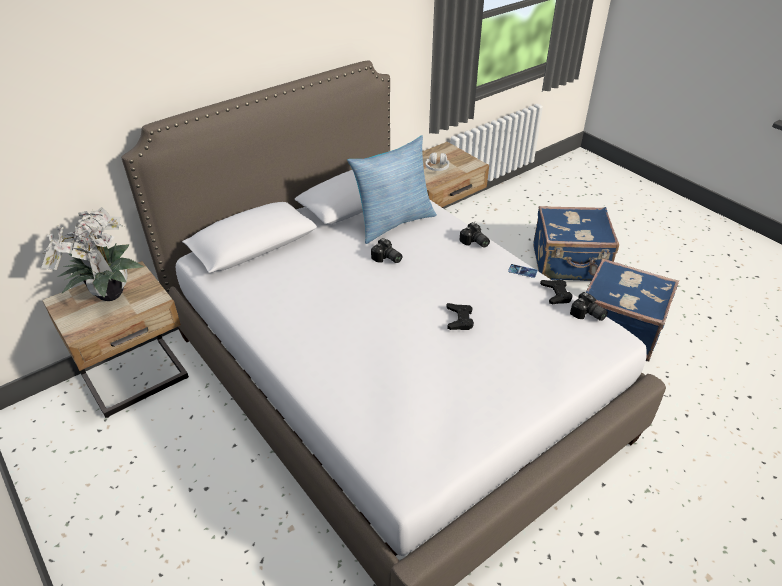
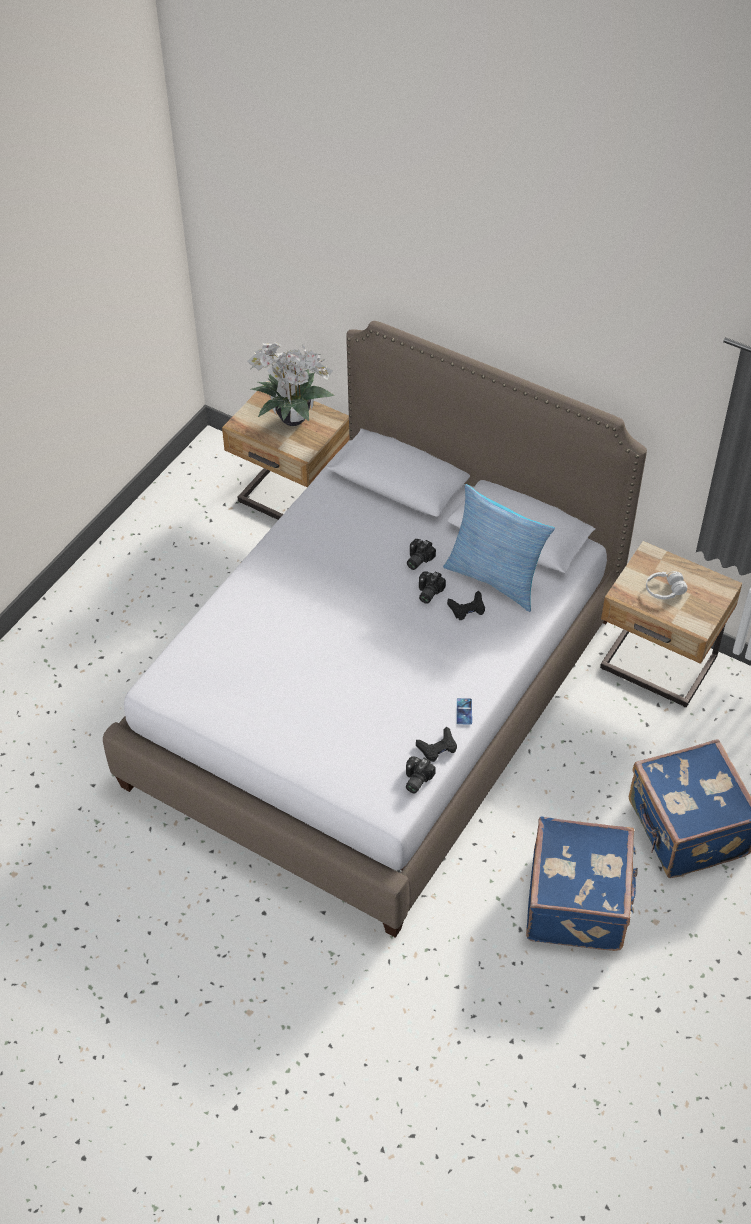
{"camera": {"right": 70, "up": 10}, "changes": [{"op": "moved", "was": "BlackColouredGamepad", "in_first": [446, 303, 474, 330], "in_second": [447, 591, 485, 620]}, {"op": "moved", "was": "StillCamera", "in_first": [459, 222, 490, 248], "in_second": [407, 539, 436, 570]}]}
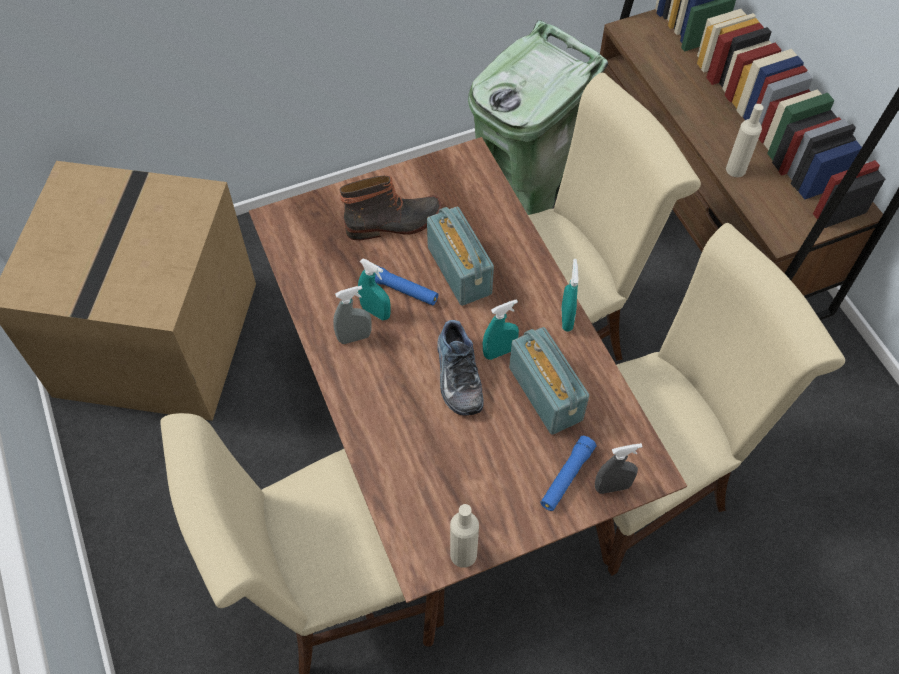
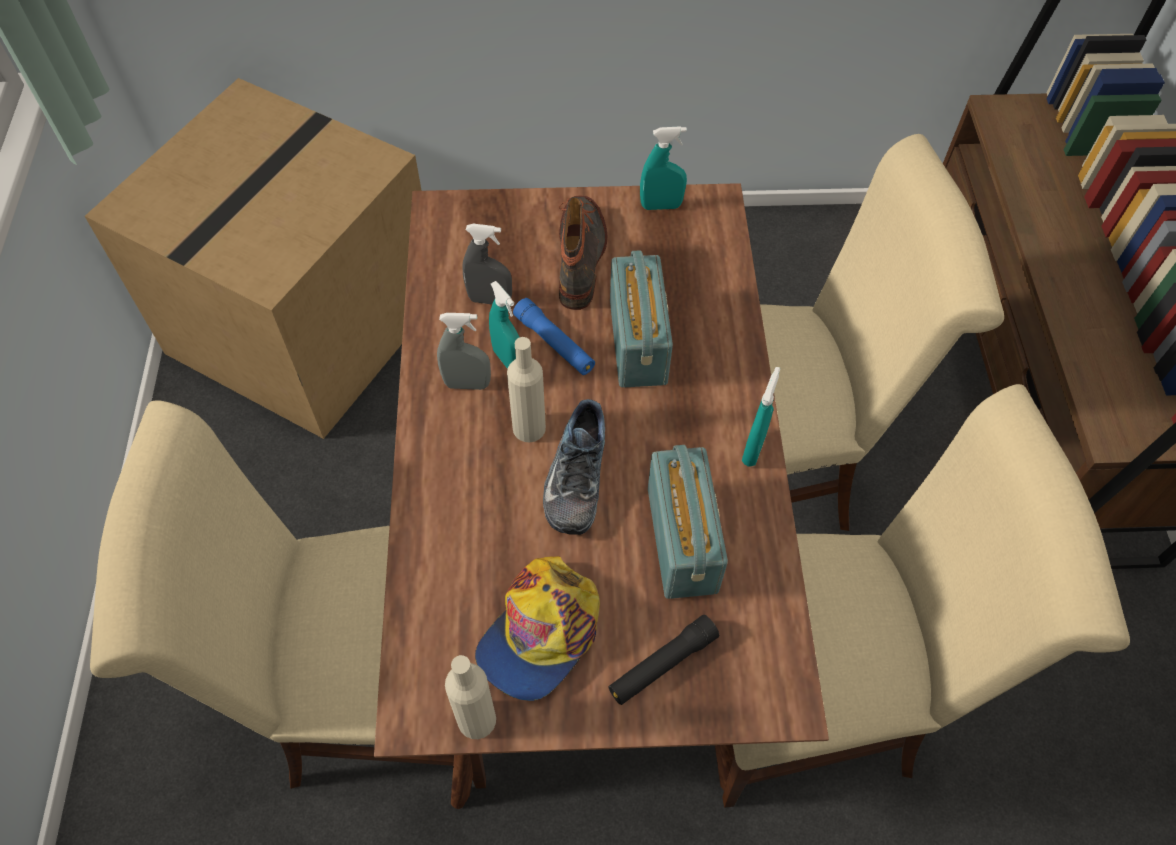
{"camera": {"right": 20, "up": 0}, "changes": [{"op": "turned", "was": "TallBoot", "in_first": [339, 175, 441, 240], "in_second": [559, 195, 608, 310], "clockwise": -90}, {"op": "removed", "was": "GreenTrashCan", "in_first": [468, 20, 608, 215]}, {"op": "moved", "was": "TurquoiseSprayer", "in_first": [483, 299, 519, 360], "in_second": [640, 126, 687, 210]}, {"op": "recoloured", "was": "BlueHandTorch", "now": "BlackColouredHandTorch", "in_first": [540, 436, 596, 511], "in_second": [609, 615, 719, 705]}, {"op": "moved", "was": "GraySprayer", "in_first": [595, 443, 642, 494], "in_second": [462, 224, 512, 305]}, {"op": "moved", "was": "SandColouredDrinkBottle", "in_first": [726, 104, 763, 177], "in_second": [507, 337, 546, 442]}, {"op": "added", "now": "PeakedCap", "in_second": [475, 556, 600, 701]}]}
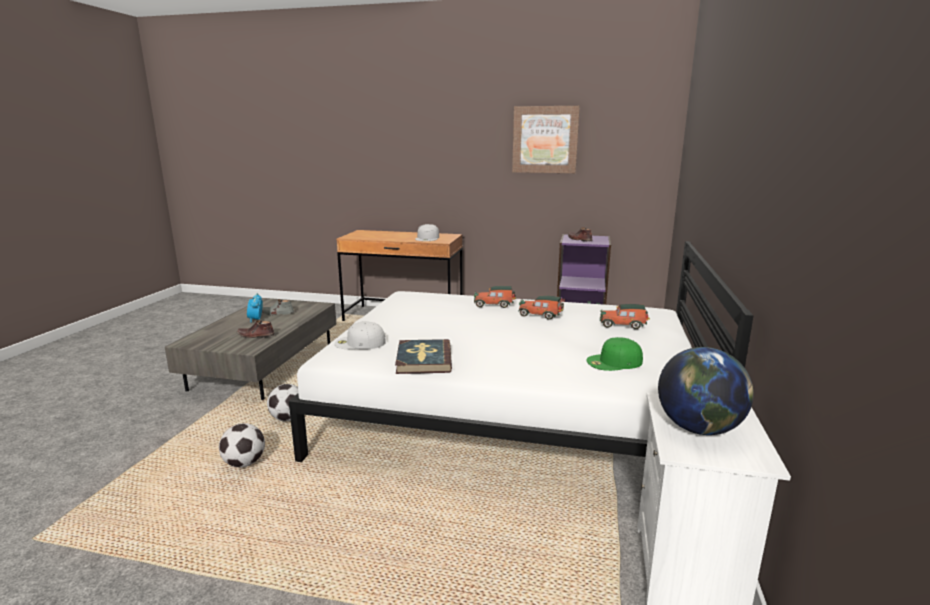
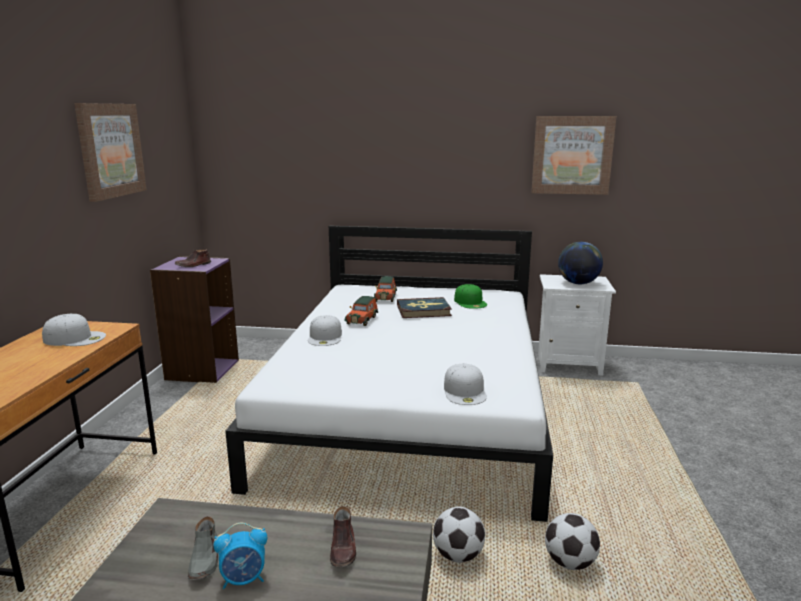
{"camera": {"right": -95, "up": 0}, "changes": [{"op": "moved", "was": "Book", "in_first": [395, 339, 452, 374], "in_second": [397, 297, 452, 318]}, {"op": "replaced", "was": "ToyCar", "now": "WhitishPeakedCap", "in_first": [474, 286, 516, 308], "in_second": [308, 315, 342, 346]}, {"op": "added", "now": "Picture", "in_second": [531, 116, 616, 195]}]}
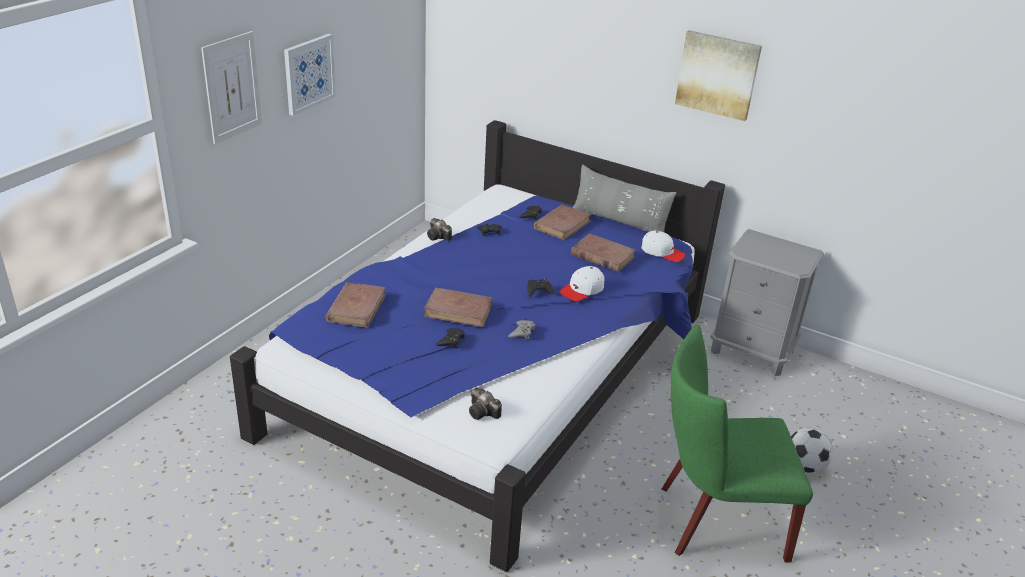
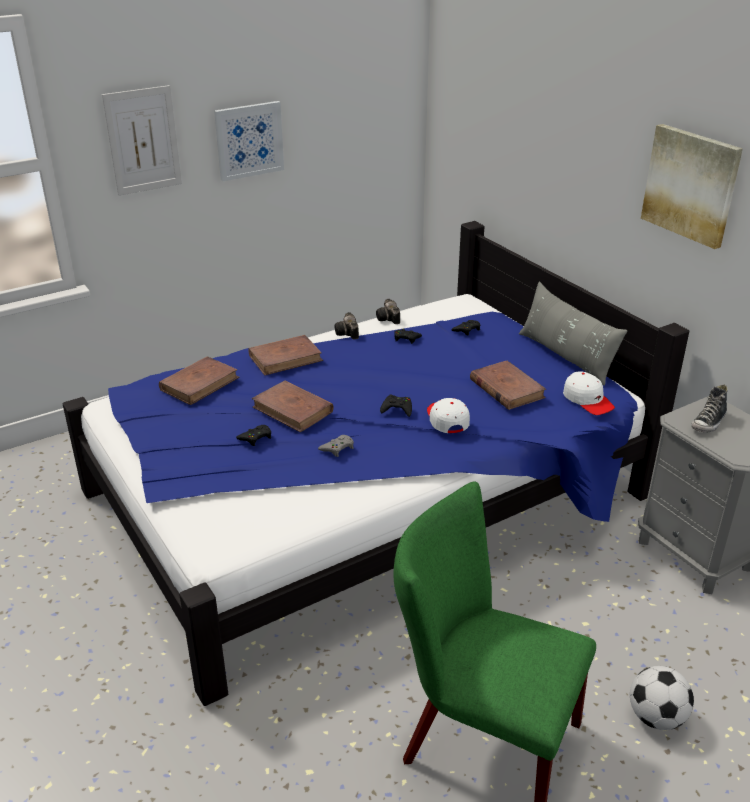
{"camera": {"right": 30, "up": 0}, "changes": [{"op": "moved", "was": "StillCamera", "in_first": [469, 387, 502, 420], "in_second": [376, 299, 400, 324]}, {"op": "moved", "was": "BrownishBook", "in_first": [534, 204, 592, 240], "in_second": [249, 335, 323, 375]}, {"op": "turned", "was": "WhitishPeakedCap", "in_first": [560, 266, 604, 302], "in_second": [427, 398, 470, 433], "clockwise": 90}, {"op": "added", "now": "Shoe", "in_second": [691, 385, 727, 432]}]}
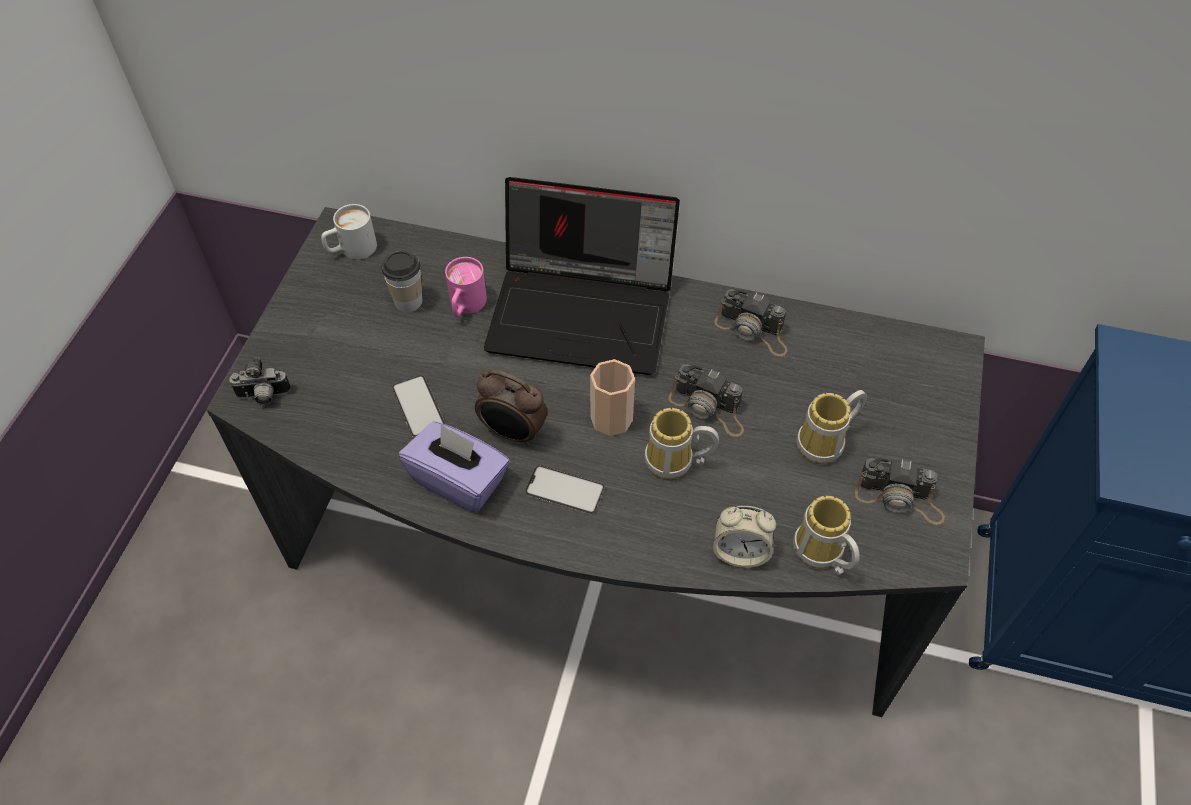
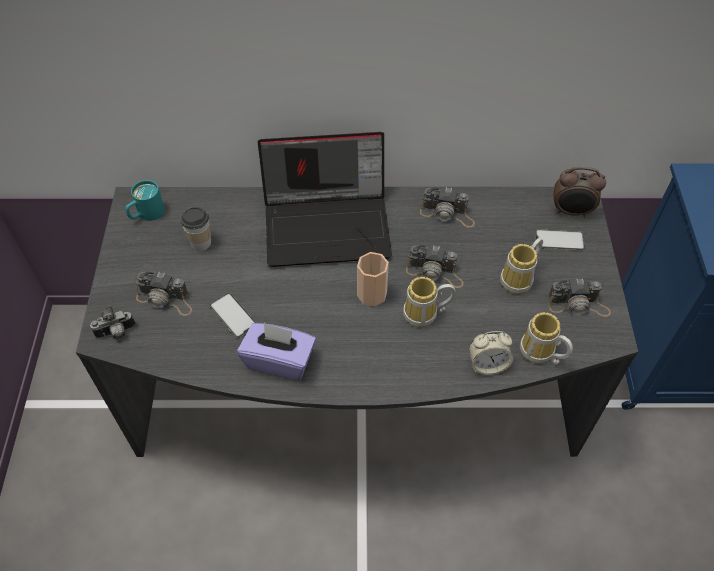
{"camera": {"right": -15, "up": 0}, "changes": [{"op": "recoloured", "was": "WhitishCoffeeMug", "now": "TurquoiseCoffeeMug", "in_first": [321, 204, 377, 259], "in_second": [125, 180, 165, 221]}, {"op": "removed", "was": "PinkCoffeeMug", "in_first": [445, 257, 487, 317]}, {"op": "moved", "was": "BedsideClock", "in_first": [475, 370, 547, 446], "in_second": [553, 166, 606, 218]}, {"op": "moved", "was": "Phone", "in_first": [525, 465, 605, 515], "in_second": [535, 229, 585, 251]}, {"op": "added", "now": "StillCamera", "in_second": [136, 271, 192, 316]}]}
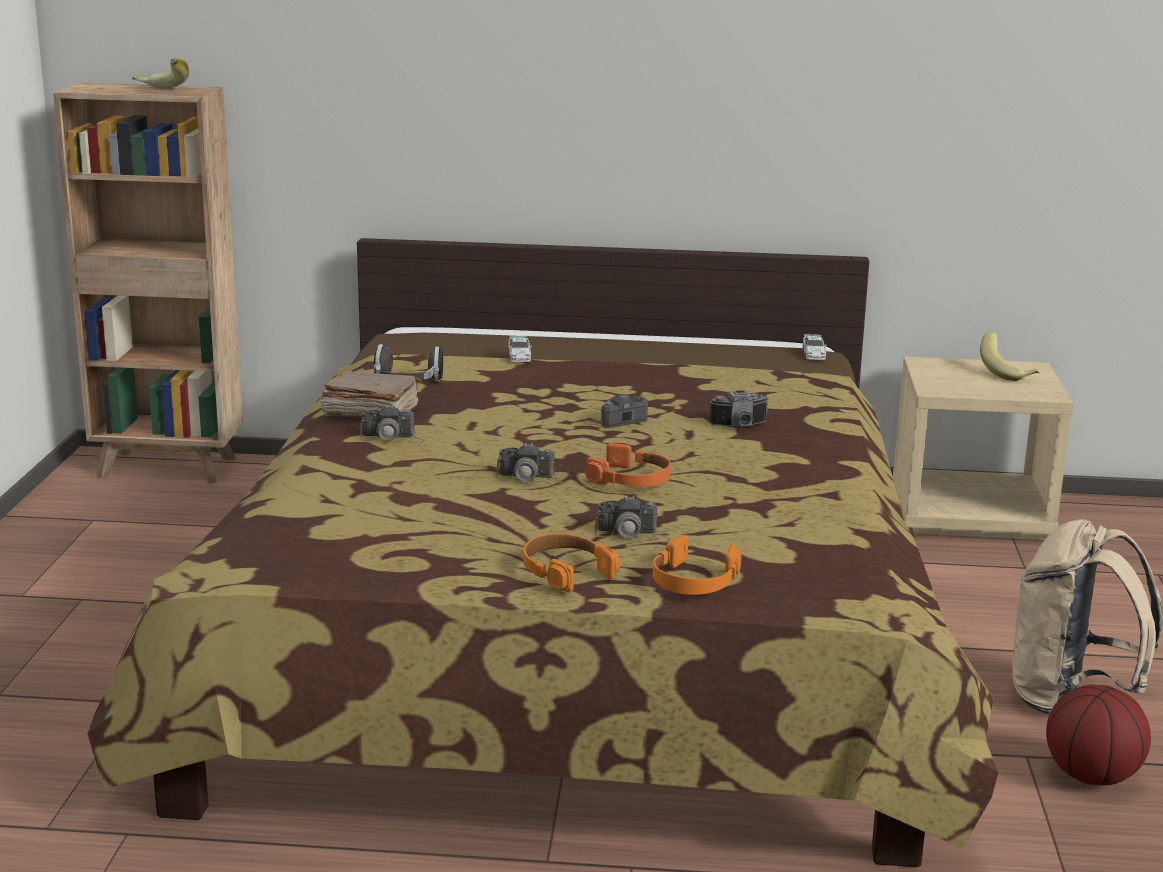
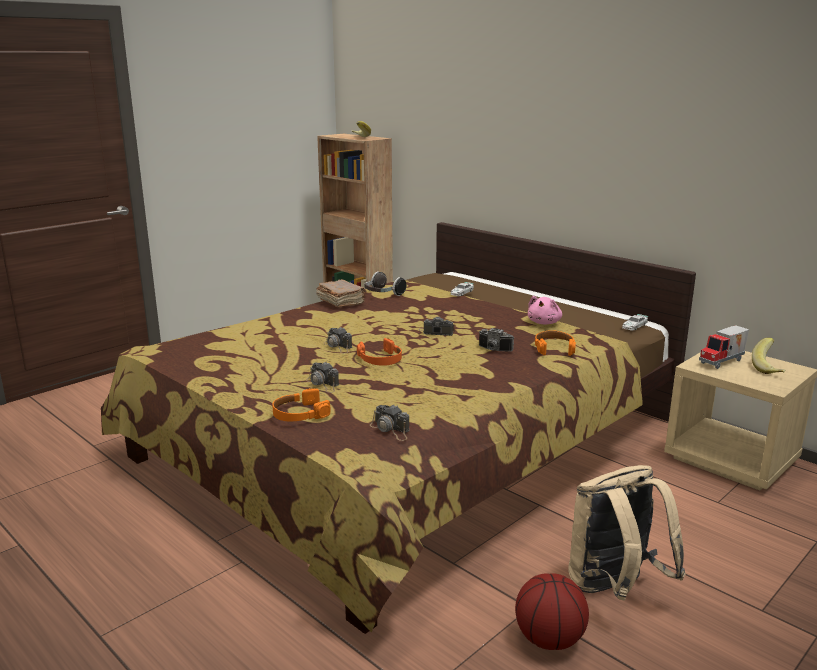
{"camera": {"right": 40, "up": 0}, "changes": [{"op": "moved", "was": "StillCamera", "in_first": [360, 405, 425, 443], "in_second": [370, 404, 410, 441]}, {"op": "moved", "was": "OrangeColouredPairOfHeadphones", "in_first": [524, 533, 620, 592], "in_second": [535, 330, 576, 356]}, {"op": "added", "now": "PinkCuddlyToy", "in_second": [528, 296, 562, 324]}, {"op": "added", "now": "ToyLorry", "in_second": [699, 325, 749, 369]}]}
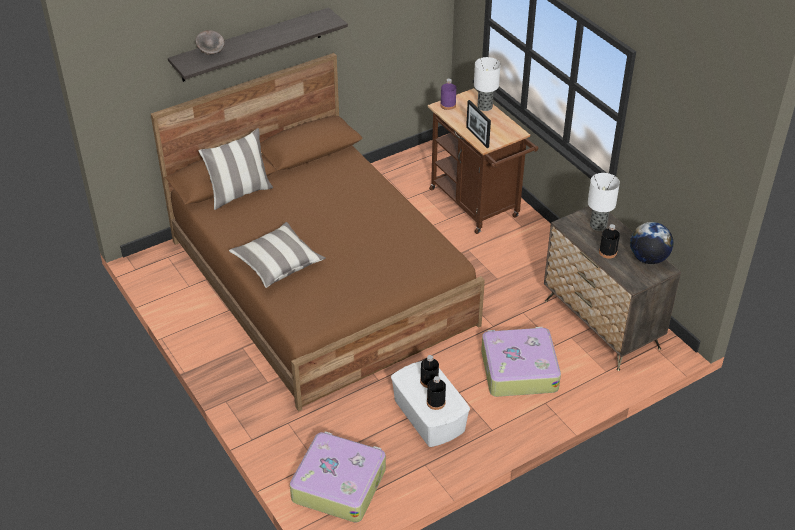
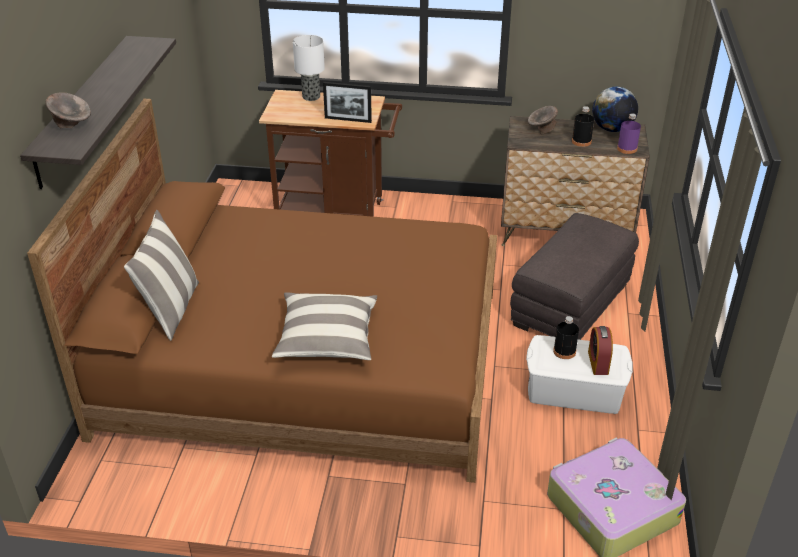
{"camera": {"right": -50, "up": -5}, "changes": [{"op": "replaced", "was": "BlackColouredDrinkBottle", "now": "BedsideClock", "in_first": [427, 376, 446, 410], "in_second": [588, 326, 613, 375]}, {"op": "moved", "was": "PurpleDrinkBottle", "in_first": [440, 78, 456, 110], "in_second": [617, 113, 641, 154]}, {"op": "replaced", "was": "PieceOfLuggage", "now": "GrayPouffe", "in_first": [481, 327, 561, 397], "in_second": [510, 213, 639, 340]}, {"op": "replaced", "was": "TableLamp", "now": "GrayBowl", "in_first": [588, 173, 620, 231], "in_second": [528, 106, 558, 134]}]}
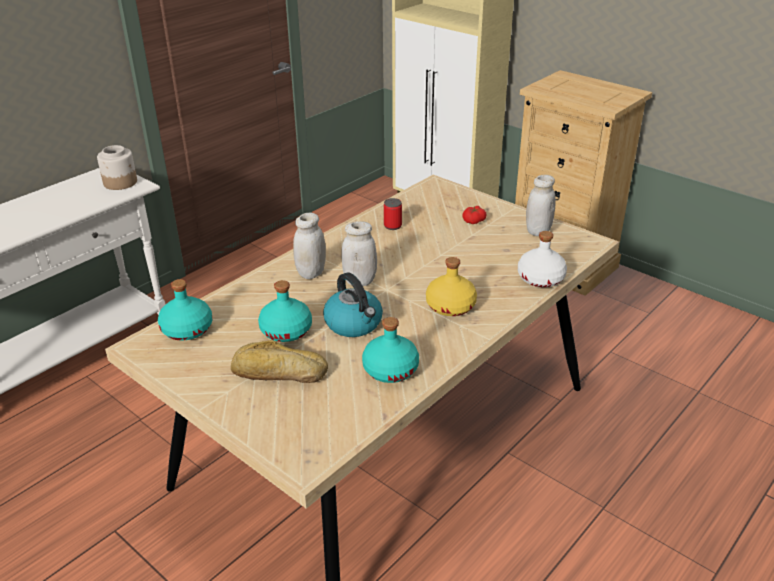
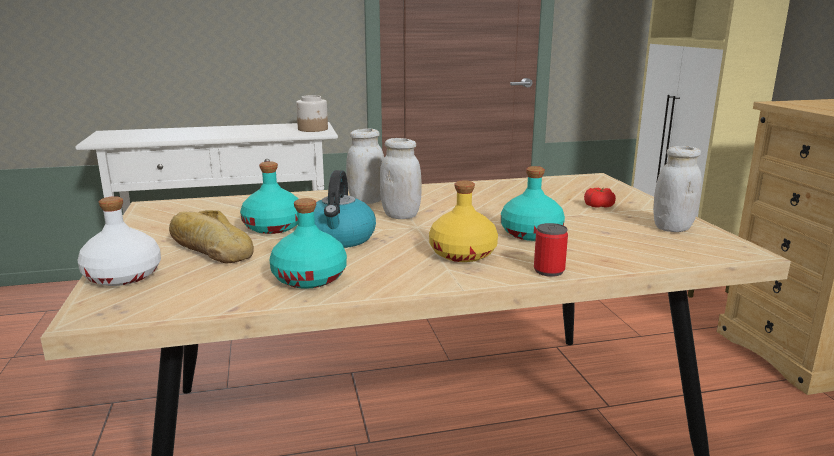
{"camera": {"right": 35, "up": -15}, "changes": [{"op": "moved", "was": "TurquoiseDrinkBottle", "in_first": [158, 279, 212, 340], "in_second": [501, 166, 565, 241]}, {"op": "moved", "was": "Can", "in_first": [384, 198, 402, 230], "in_second": [534, 223, 568, 277]}, {"op": "moved", "was": "WhitishDrinkBottle", "in_first": [518, 231, 567, 287], "in_second": [77, 196, 161, 286]}]}
